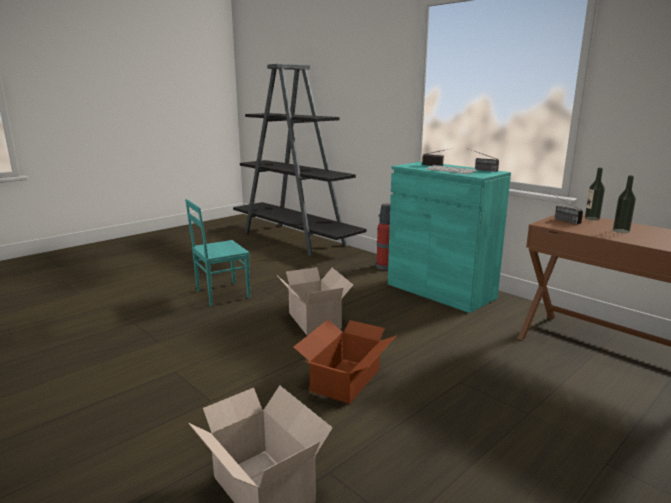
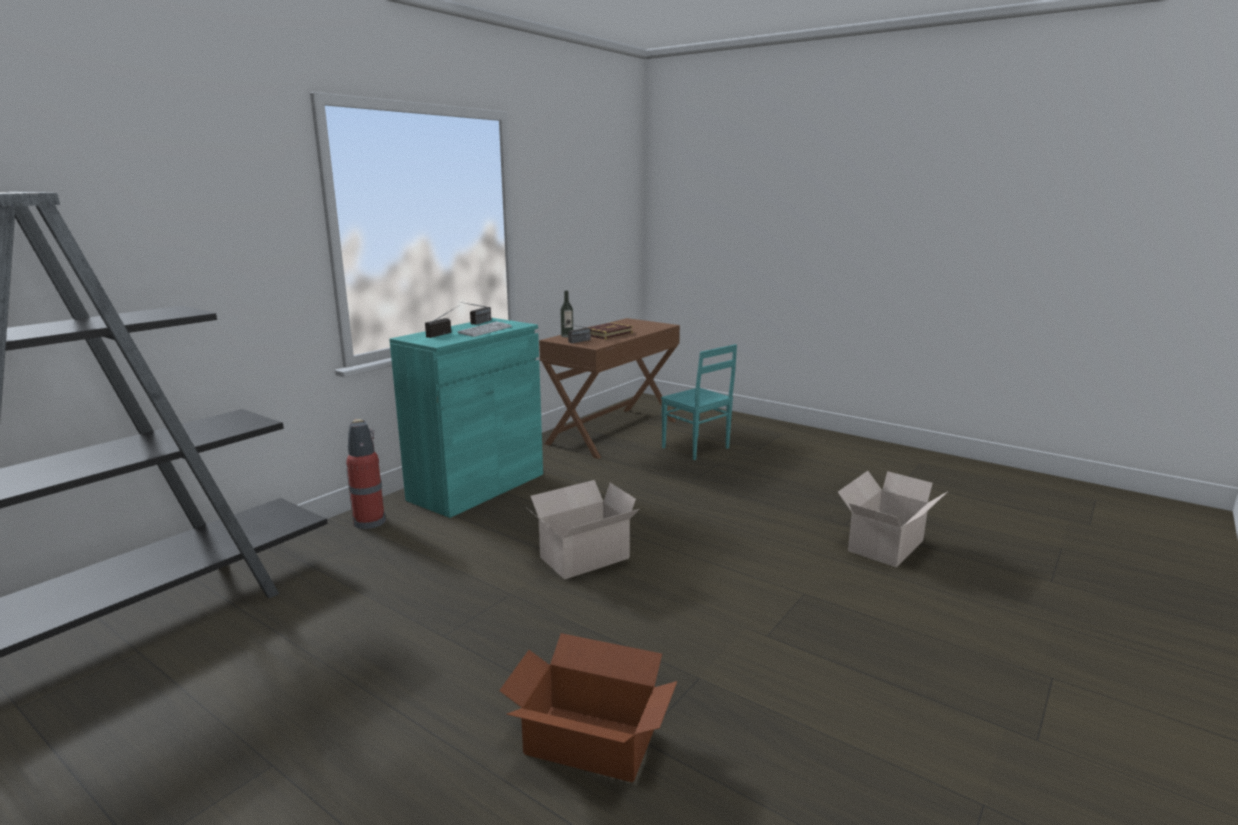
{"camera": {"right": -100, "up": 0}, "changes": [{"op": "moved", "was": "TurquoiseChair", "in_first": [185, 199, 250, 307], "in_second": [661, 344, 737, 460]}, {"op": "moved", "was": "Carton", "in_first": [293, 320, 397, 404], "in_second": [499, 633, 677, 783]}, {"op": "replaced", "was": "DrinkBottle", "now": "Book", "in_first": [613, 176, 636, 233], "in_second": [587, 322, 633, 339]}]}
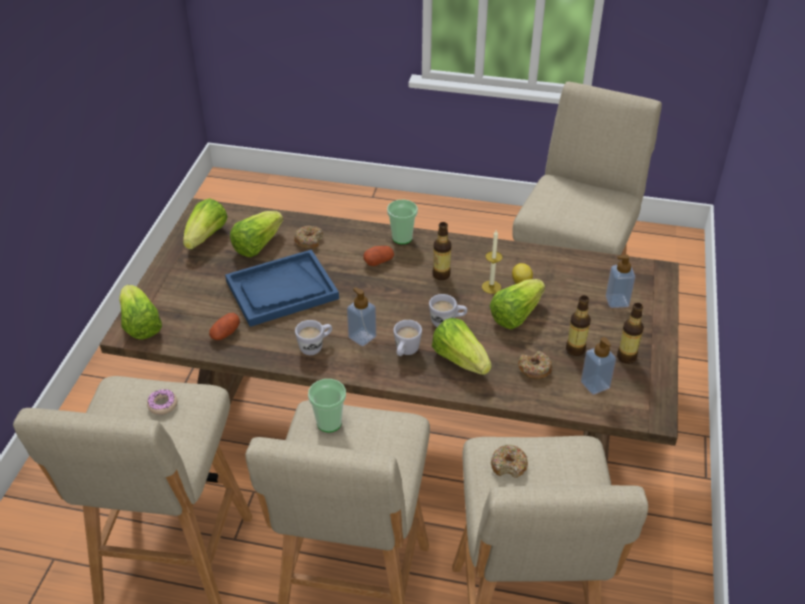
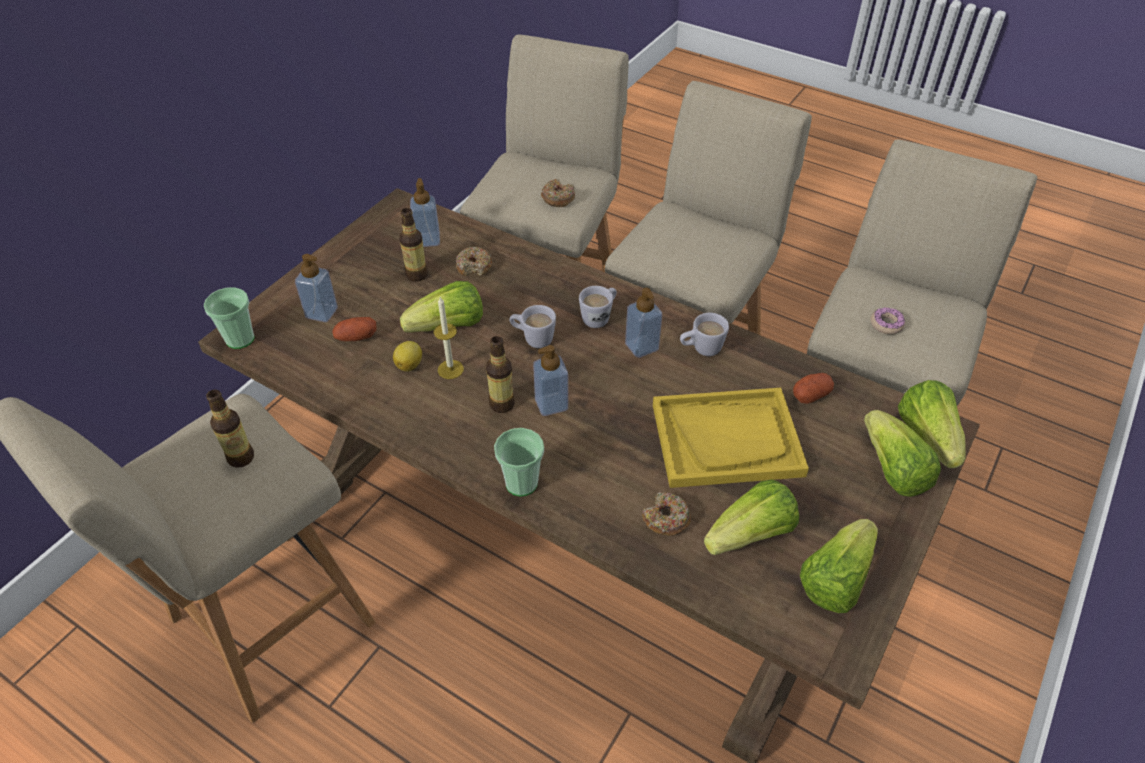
{"camera": {"right": -160, "up": 5}, "changes": [{"op": "recoloured", "was": "BlueServingTray", "now": "YellowServingTray", "in_first": [225, 249, 339, 327], "in_second": [653, 388, 809, 488]}, {"op": "moved", "was": "Cup", "in_first": [308, 379, 346, 432], "in_second": [204, 287, 255, 349]}, {"op": "moved", "was": "Potato", "in_first": [363, 246, 394, 266], "in_second": [332, 317, 377, 341]}, {"op": "moved", "was": "HeadOfLettuce", "in_first": [432, 318, 492, 375], "in_second": [864, 410, 941, 497]}, {"op": "moved", "was": "DrinkBottle", "in_first": [617, 303, 644, 364], "in_second": [206, 390, 254, 468]}, {"op": "added", "now": "SoapDispenser", "in_second": [533, 345, 568, 416]}]}
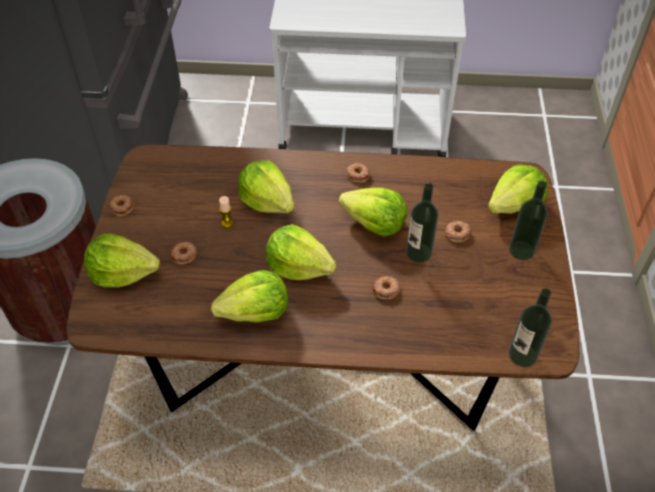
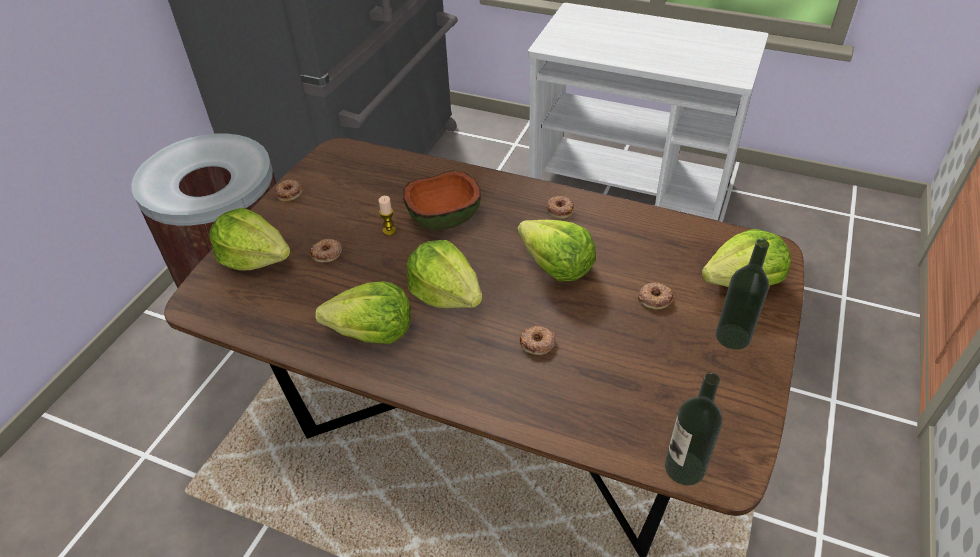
{"camera": {"right": 20, "up": -5}, "changes": [{"op": "replaced", "was": "HeadOfLettuce", "now": "Bowl", "in_first": [238, 161, 294, 213], "in_second": [403, 170, 481, 230]}, {"op": "removed", "was": "DrinkBottle", "in_first": [406, 183, 438, 262]}]}
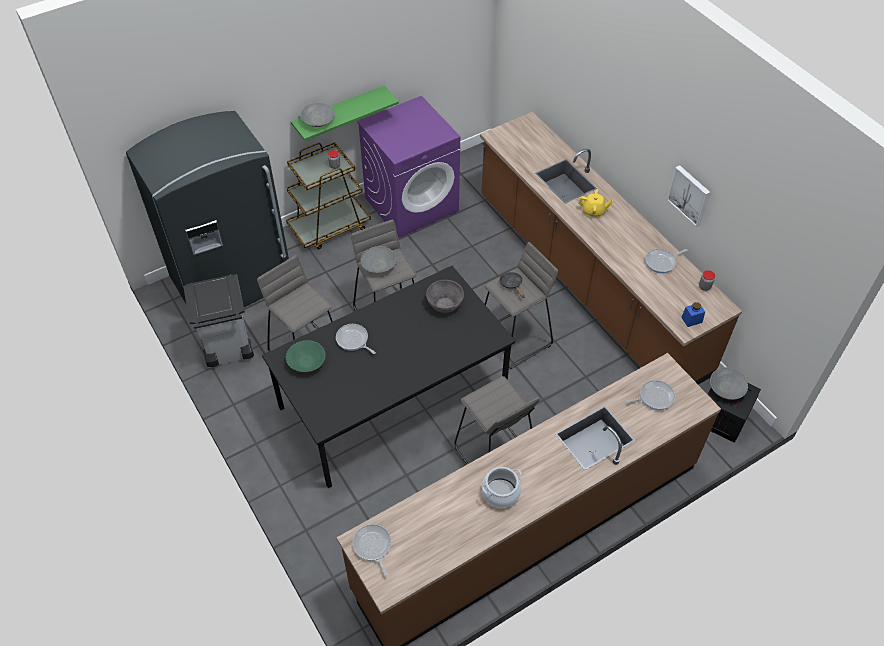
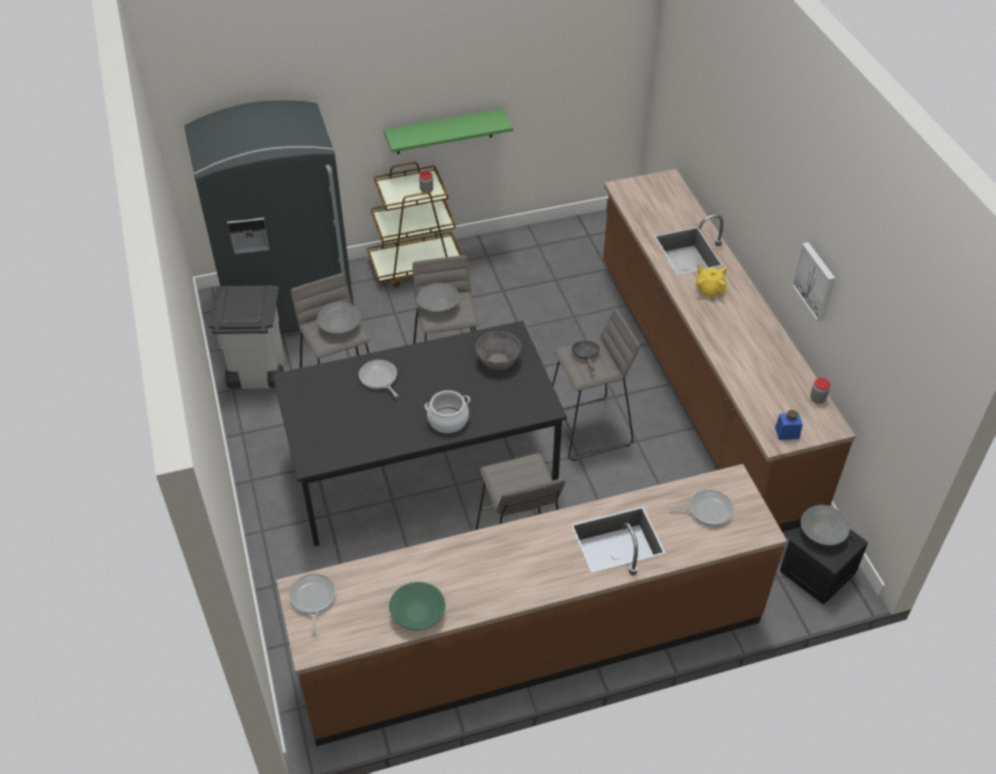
{"camera": {"right": 15, "up": -5}, "changes": [{"op": "moved", "was": "GreenBowl", "in_first": [286, 340, 326, 373], "in_second": [389, 582, 445, 630]}, {"op": "moved", "was": "GrayBowl", "in_first": [301, 103, 335, 127], "in_second": [317, 302, 361, 334]}, {"op": "removed", "was": "PurpleLaundryAppliance", "in_first": [357, 96, 460, 238]}, {"op": "moved", "was": "Stockpot", "in_first": [482, 467, 522, 508], "in_second": [425, 390, 470, 433]}, {"op": "turned", "was": "YellowTeaPot", "in_first": [578, 189, 613, 217], "in_second": [696, 264, 727, 298], "clockwise": -150}, {"op": "removed", "was": "Skillet", "in_first": [645, 249, 688, 273]}]}
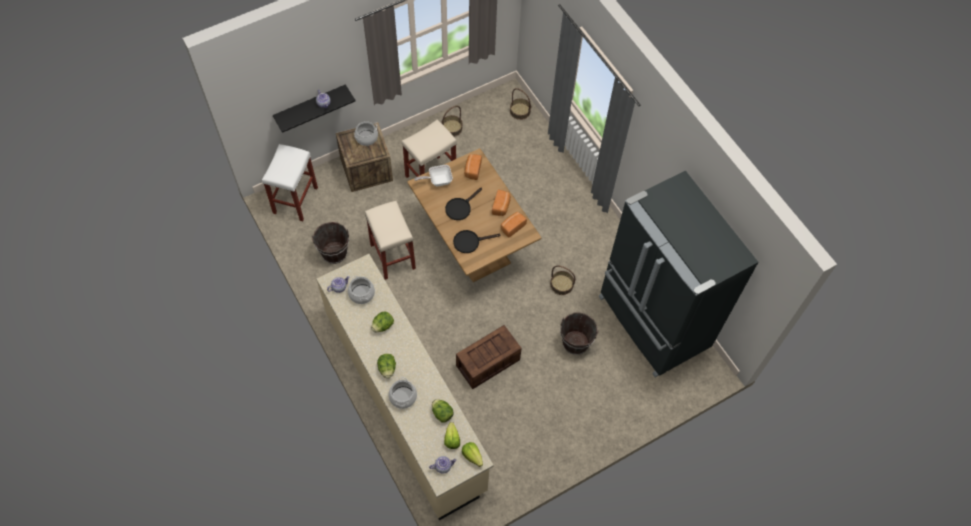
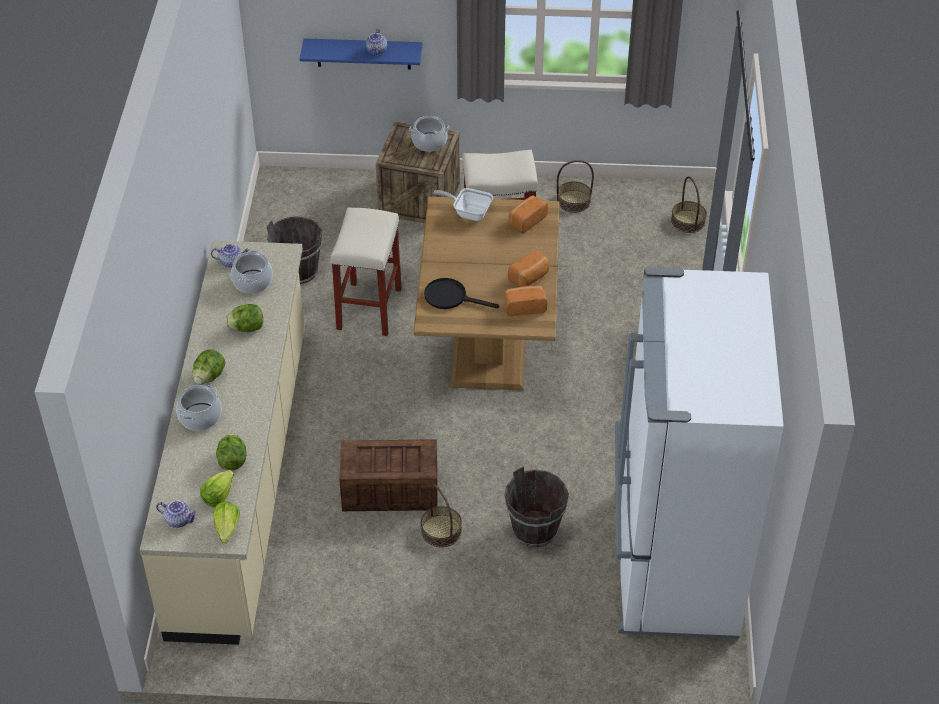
{"camera": {"right": 35, "up": -15}, "changes": [{"op": "removed", "was": "WhitishStool", "in_first": [262, 144, 318, 221]}, {"op": "recoloured", "was": "BlackColouredWallShelf", "now": "BlueWallShelf", "in_first": [273, 84, 355, 133], "in_second": [300, 38, 422, 70]}, {"op": "removed", "was": "BlackColouredSkillet", "in_first": [445, 188, 482, 220]}, {"op": "moved", "was": "StorageBasket", "in_first": [550, 265, 575, 295], "in_second": [421, 484, 462, 547]}, {"op": "recoloured", "was": "BlackColouredKitchenFridge", "now": "WhitishKitchenFridge", "in_first": [599, 170, 758, 377], "in_second": [615, 267, 784, 639]}]}
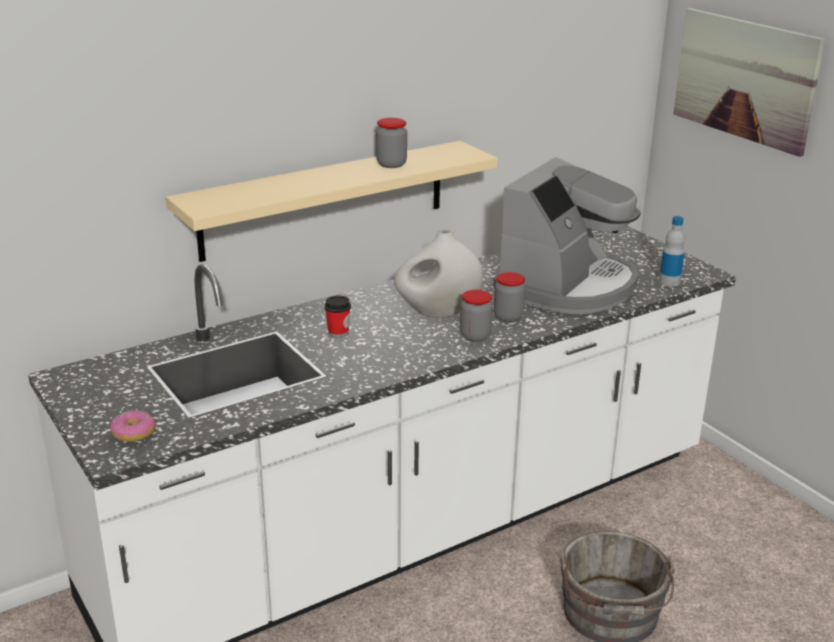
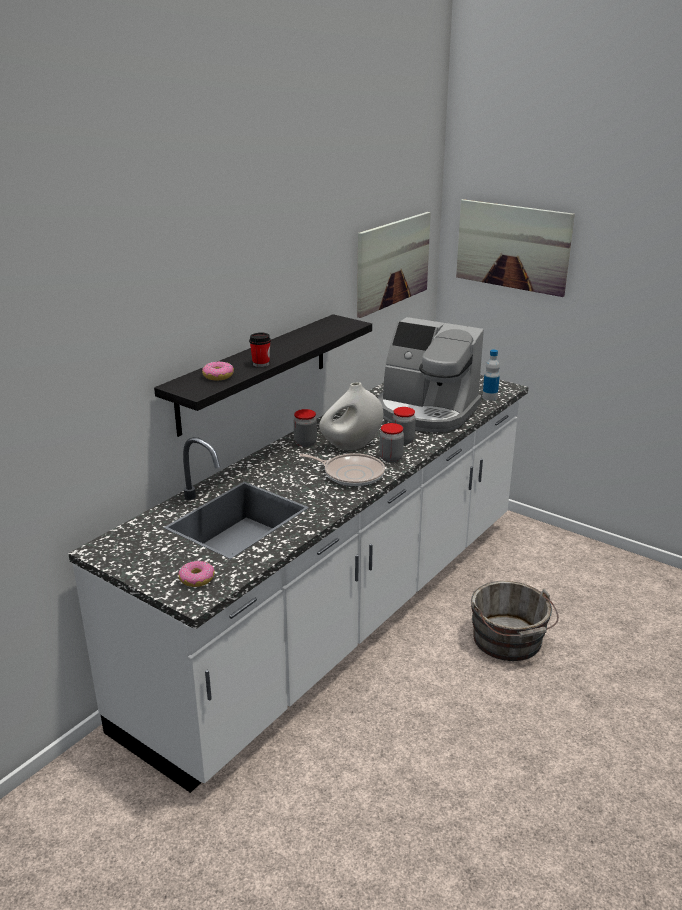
{"camera": {"right": -20, "up": 0}, "changes": [{"op": "recoloured", "was": "SandColouredWallShelf", "now": "BlackColouredWallShelf", "in_first": [166, 141, 498, 262], "in_second": [154, 314, 372, 437]}, {"op": "moved", "was": "Cup", "in_first": [325, 295, 351, 338], "in_second": [249, 332, 271, 367]}, {"op": "moved", "was": "StorageJar", "in_first": [376, 118, 407, 168], "in_second": [294, 409, 317, 447]}, {"op": "turned", "was": "CoffeeMaker", "in_first": [493, 157, 641, 314], "in_second": [378, 317, 484, 433], "clockwise": 105}, {"op": "added", "now": "Doughnut", "in_second": [202, 361, 234, 381]}, {"op": "added", "now": "Skillet", "in_second": [299, 453, 385, 486]}, {"op": "added", "now": "Picture", "in_second": [357, 212, 431, 318]}]}
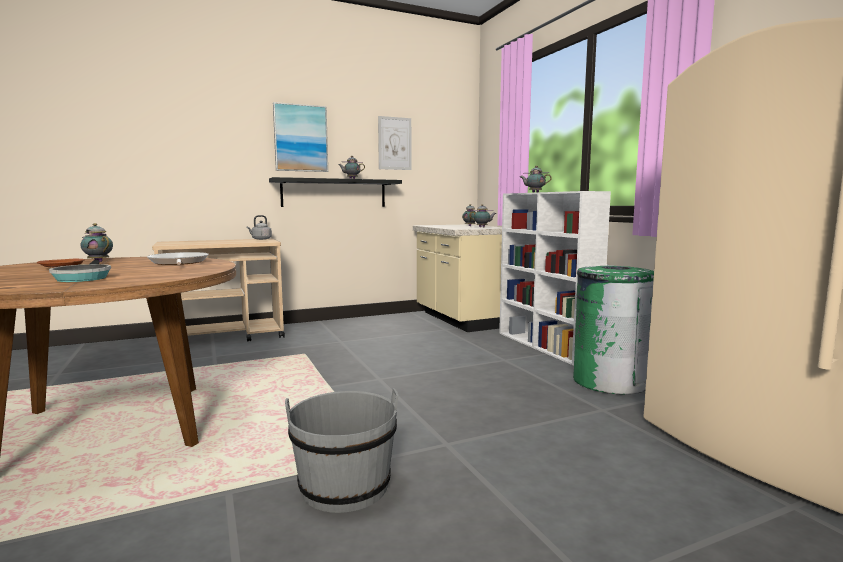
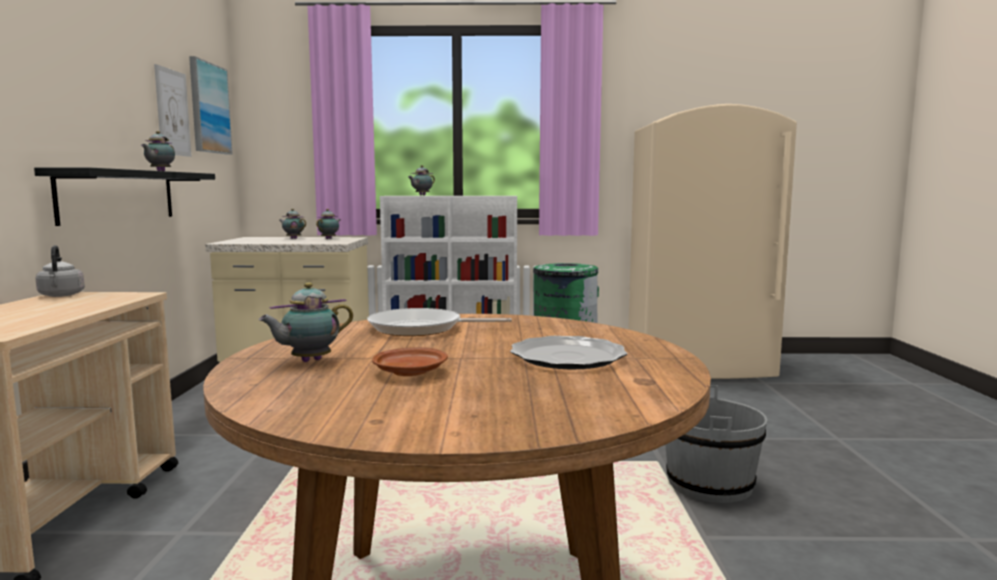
{"camera": {"right": -65, "up": 0}, "changes": [{"op": "replaced", "was": "Skillet", "now": "FlatDish", "in_first": [49, 260, 111, 282], "in_second": [510, 336, 628, 369]}, {"op": "moved", "was": "Picture", "in_first": [273, 102, 328, 172], "in_second": [189, 56, 233, 155]}]}
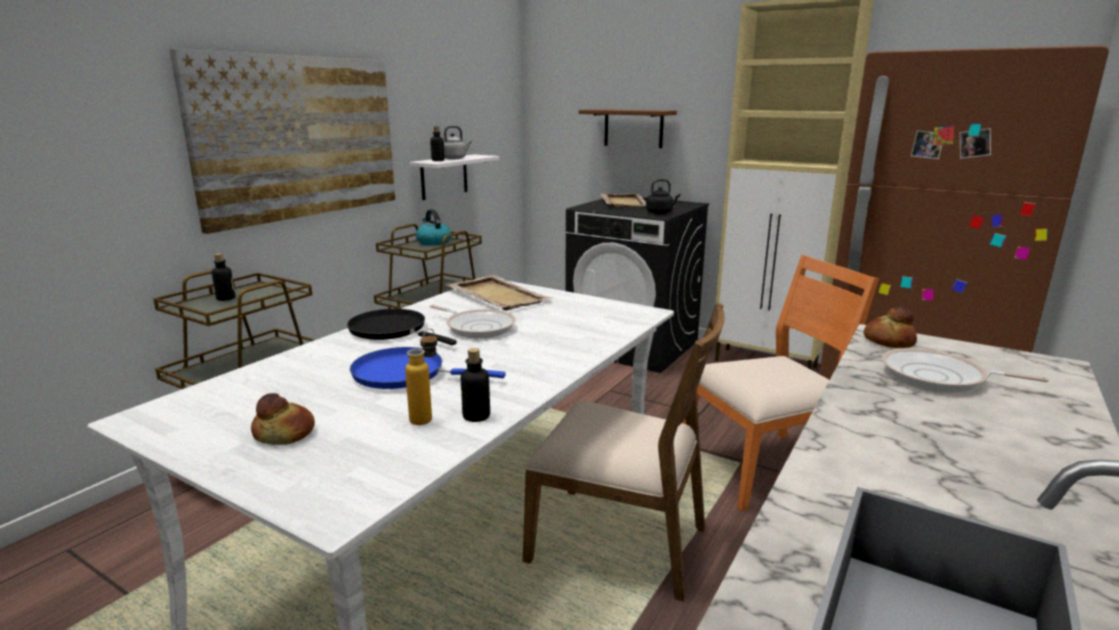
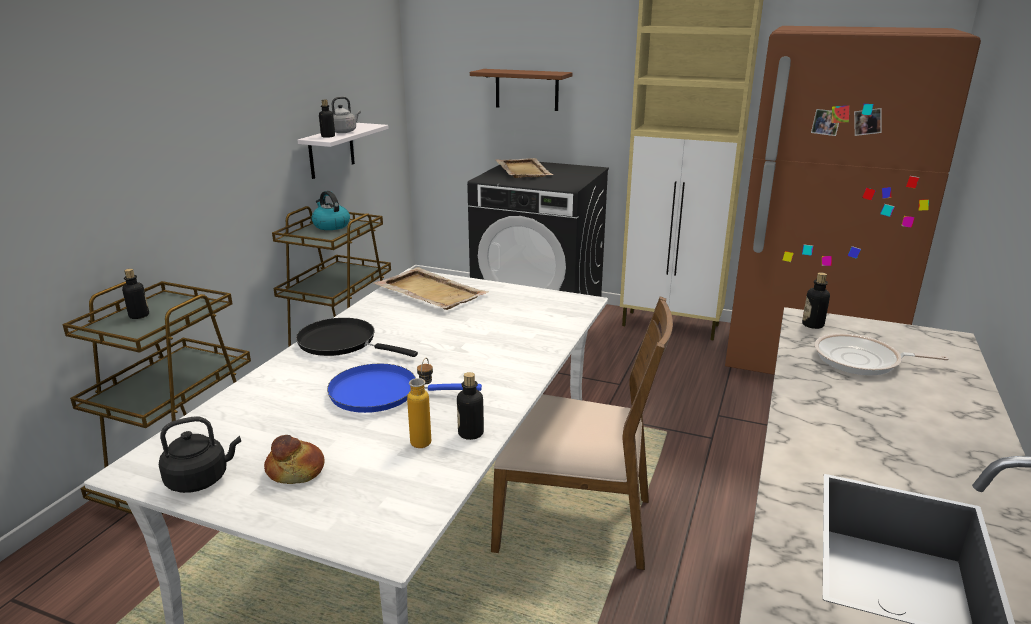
{"camera": {"right": -10, "up": 5}, "changes": [{"op": "removed", "was": "Picture", "in_first": [169, 49, 395, 234]}, {"op": "removed", "was": "Skillet", "in_first": [429, 305, 516, 338]}, {"op": "moved", "was": "BlackColouredWaterKettle", "in_first": [646, 179, 681, 214], "in_second": [159, 416, 241, 493]}, {"op": "removed", "was": "OrangeColouredChair", "in_first": [683, 255, 879, 512]}, {"op": "replaced", "was": "Bread", "now": "DrinkBottle", "in_first": [863, 307, 917, 348], "in_second": [802, 272, 830, 329]}]}
